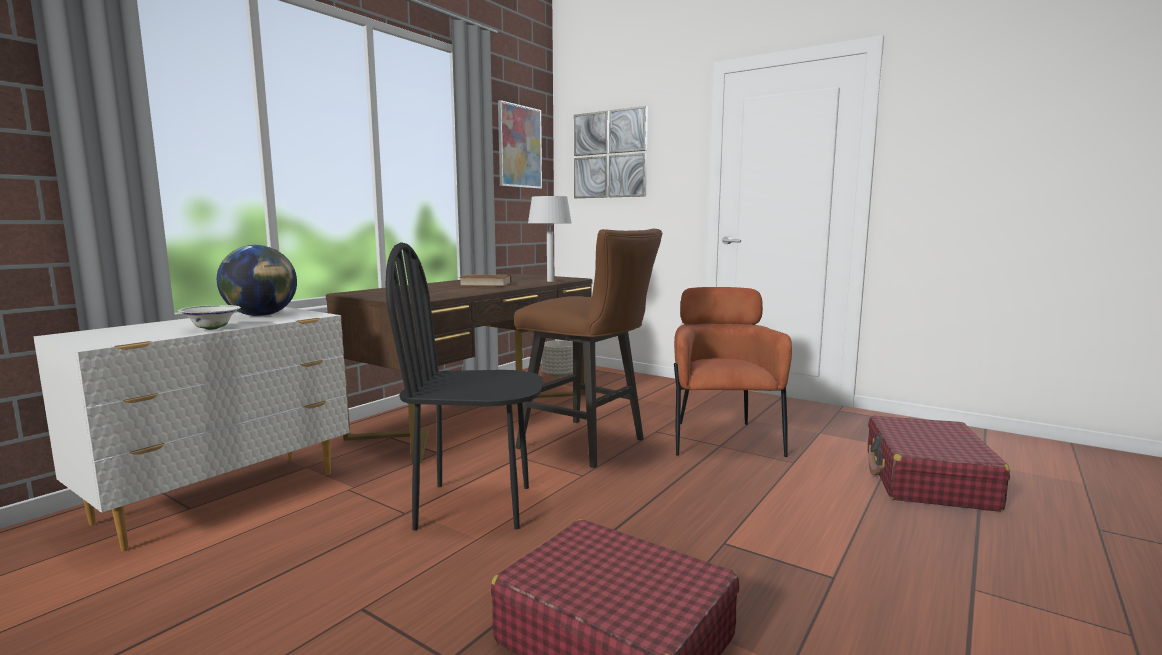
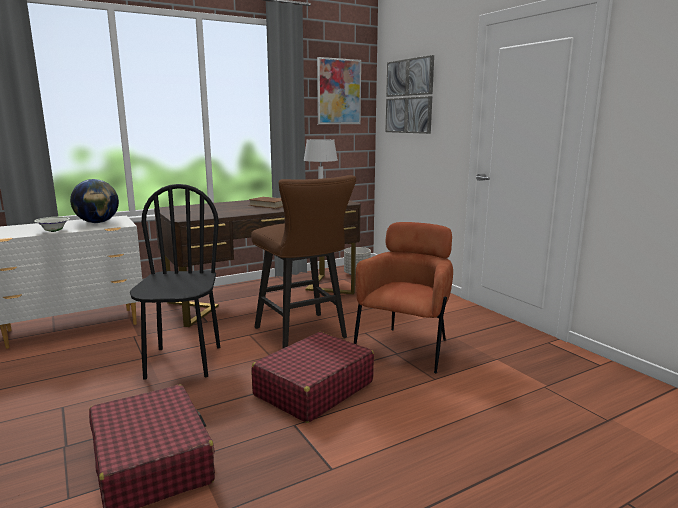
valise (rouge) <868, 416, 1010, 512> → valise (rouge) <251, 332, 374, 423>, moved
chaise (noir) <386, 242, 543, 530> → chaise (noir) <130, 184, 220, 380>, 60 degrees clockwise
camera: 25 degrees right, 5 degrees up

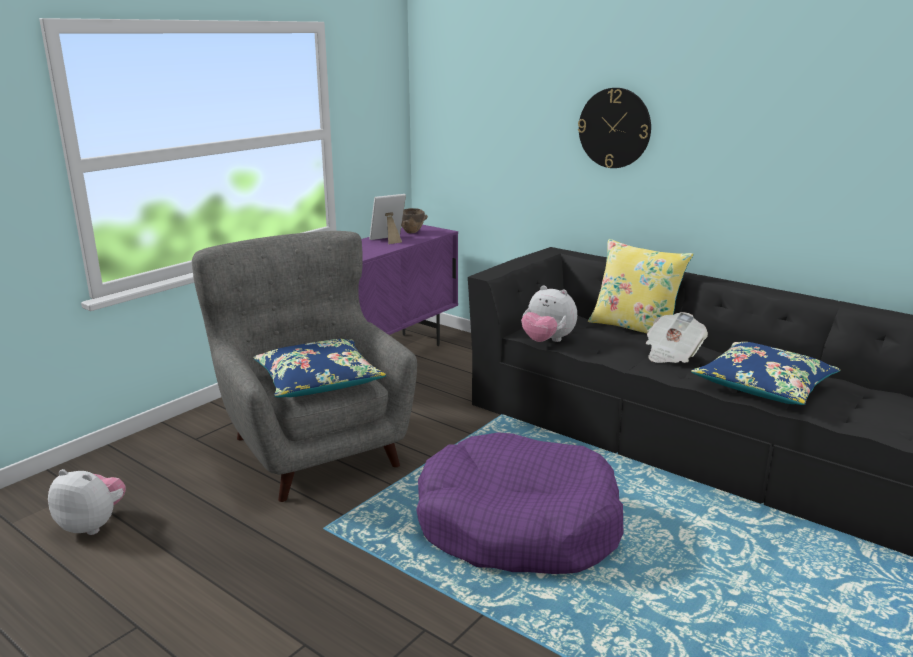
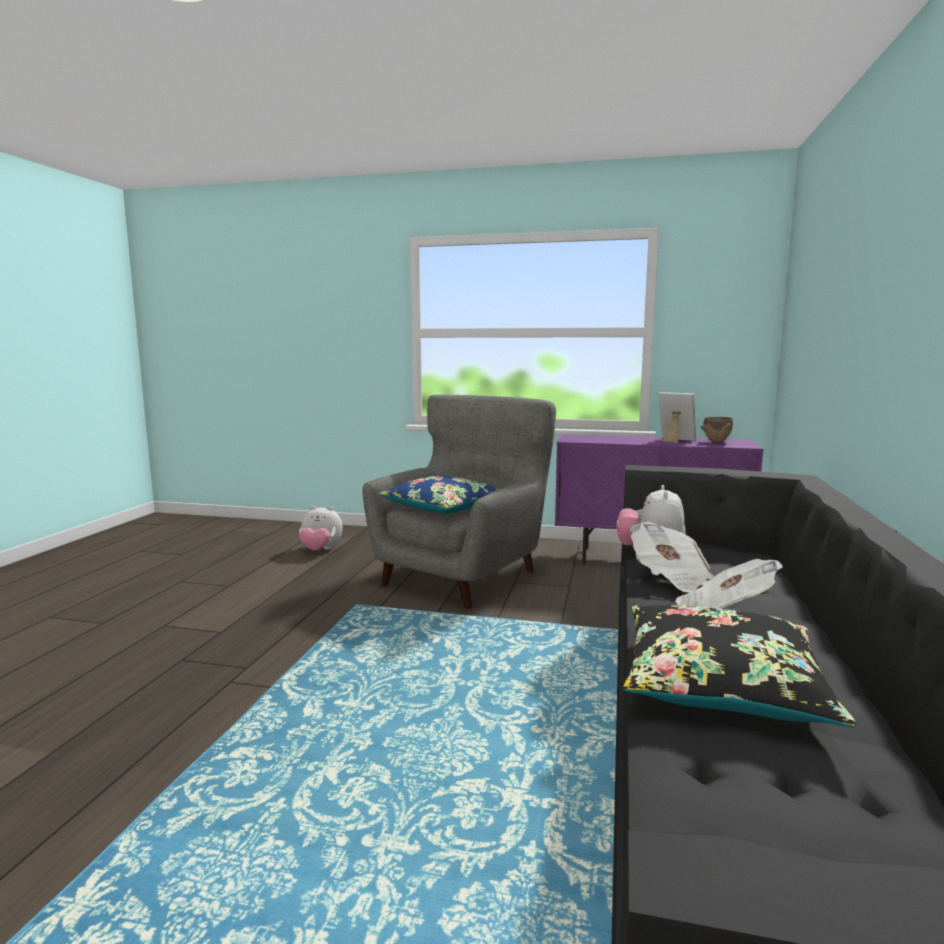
panier pour chien (violet) <416, 432, 624, 574> → -
horloge murale <578, 88, 651, 168> → -
coussin (jaune) <588, 239, 693, 333> → -
- → journal <631, 522, 714, 593>
coussin (bleu) <691, 342, 840, 405> → coussin (noir) <623, 605, 856, 727>
peluche <48, 469, 126, 535> → peluche <299, 506, 342, 550>, 105 degrees clockwise
camera: 65 degrees right, 10 degrees down

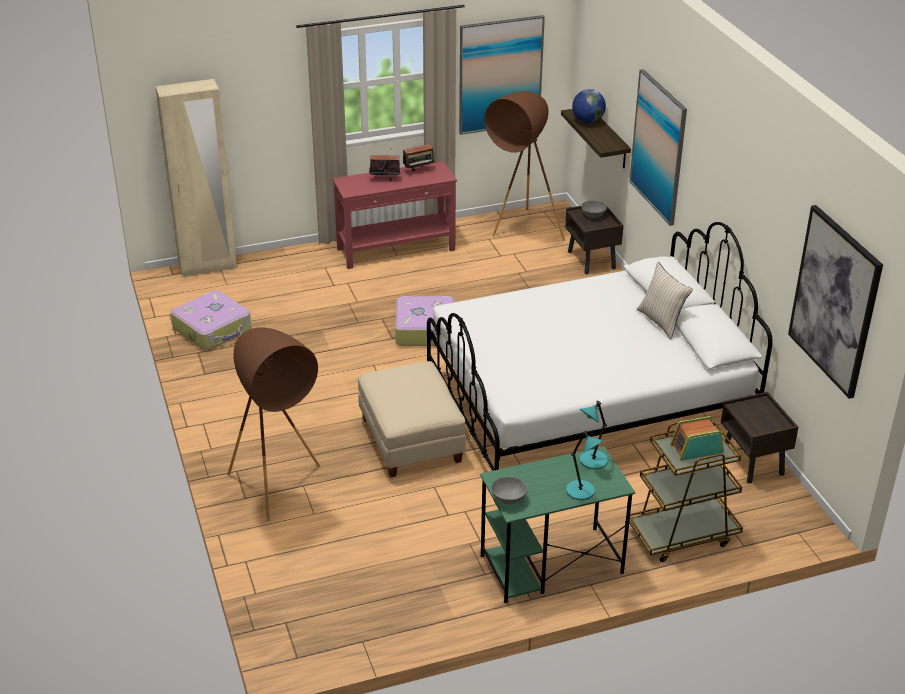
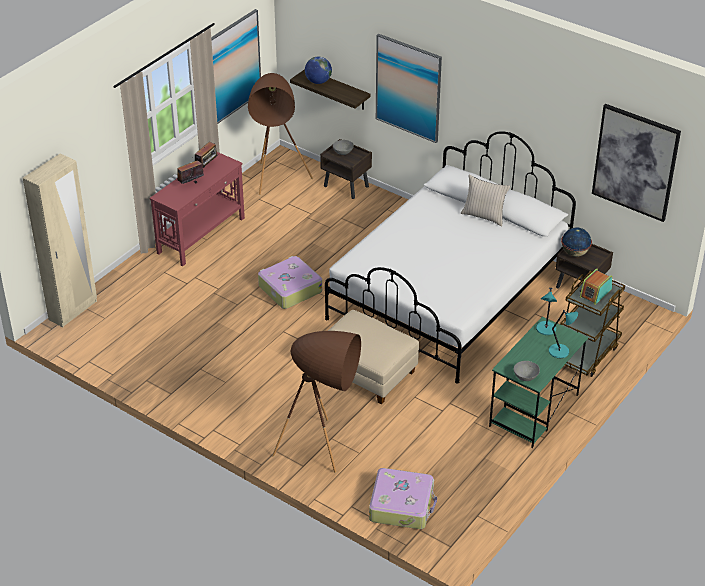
- → globe <561, 228, 592, 257>
valise <171, 290, 252, 350> → valise <369, 468, 437, 529>, moved
camera: 35 degrees left, 5 degrees up

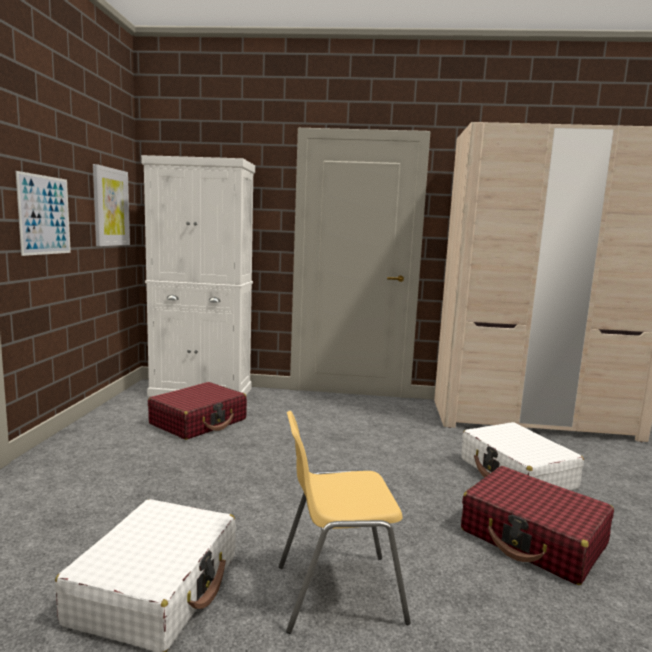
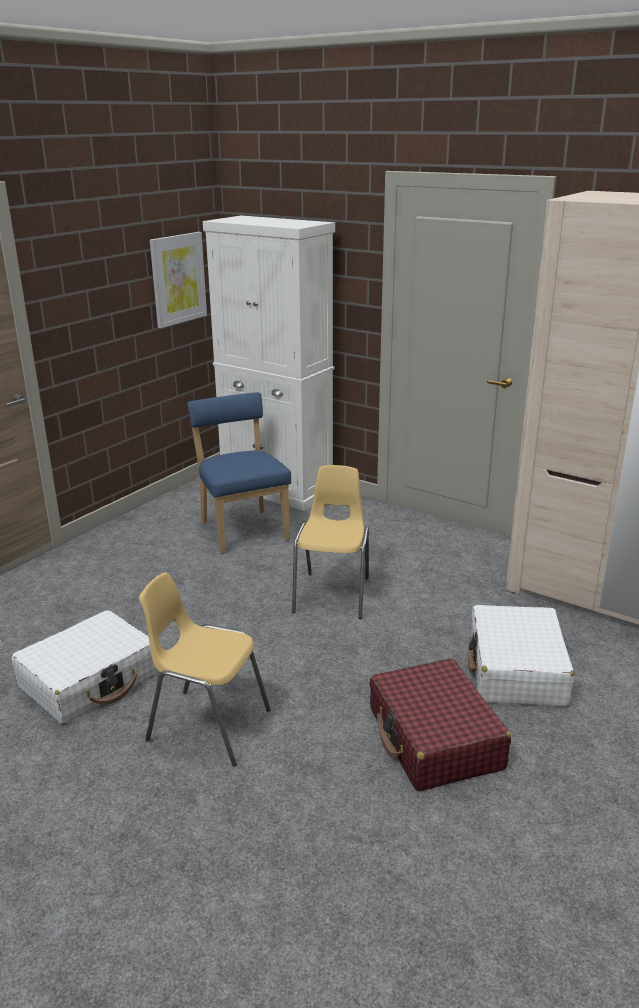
tableau <16, 171, 71, 256> → -
- → chaise (jaune) <292, 465, 369, 619>
valise (rouge) <148, 382, 247, 440> → chaise (bleu) <187, 392, 291, 554>
camera: 30 degrees right, 15 degrees up

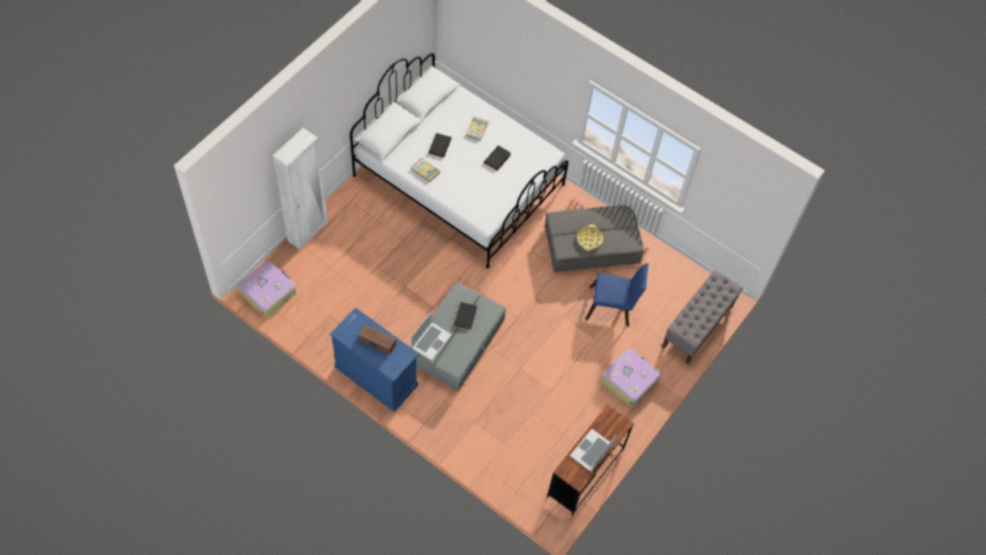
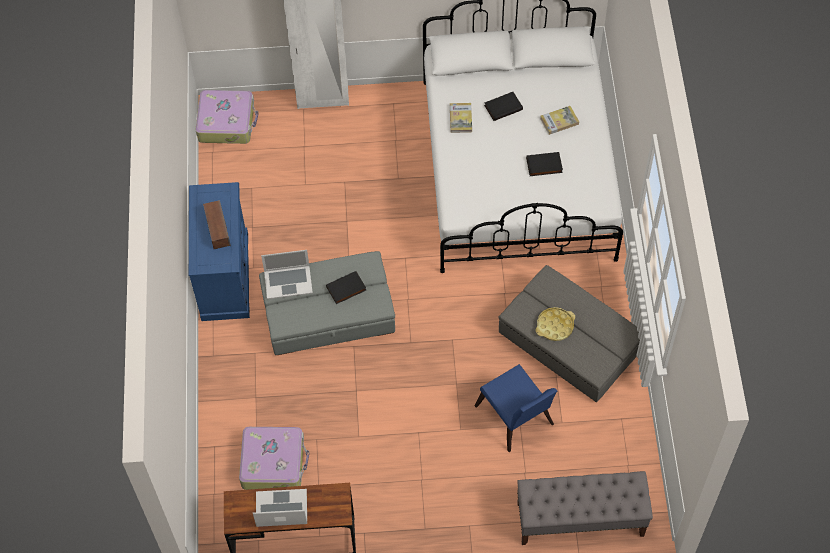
valise <601, 349, 661, 407> → valise <239, 427, 309, 490>, moved
camera: 55 degrees right, 0 degrees up

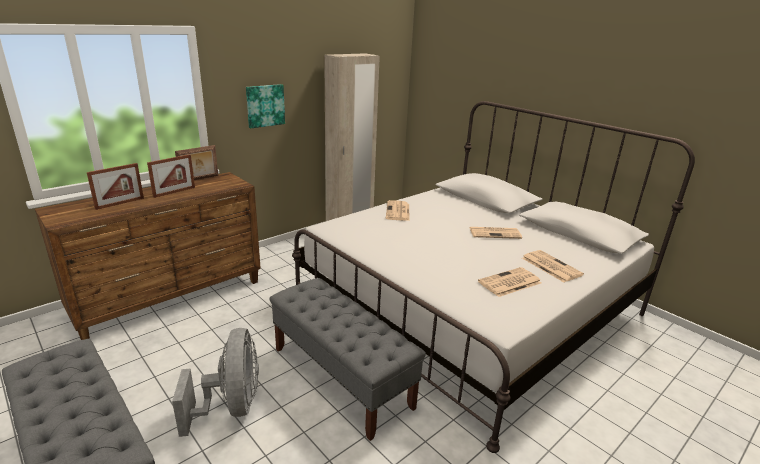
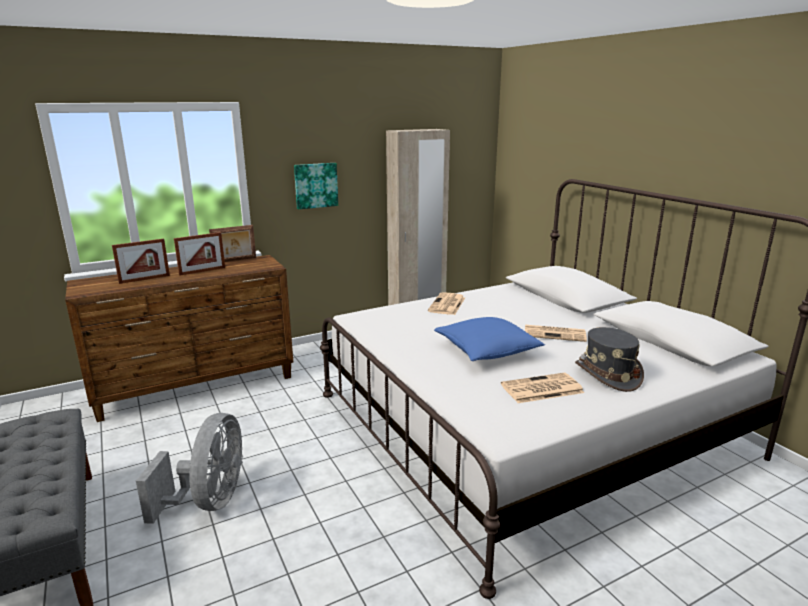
banc (gris) <270, 278, 426, 441> → -
- → coussin (bleu) <434, 317, 545, 361>
journal <522, 250, 584, 282> → chapeau (gris) <575, 327, 644, 392>
camera: 15 degrees right, 5 degrees down

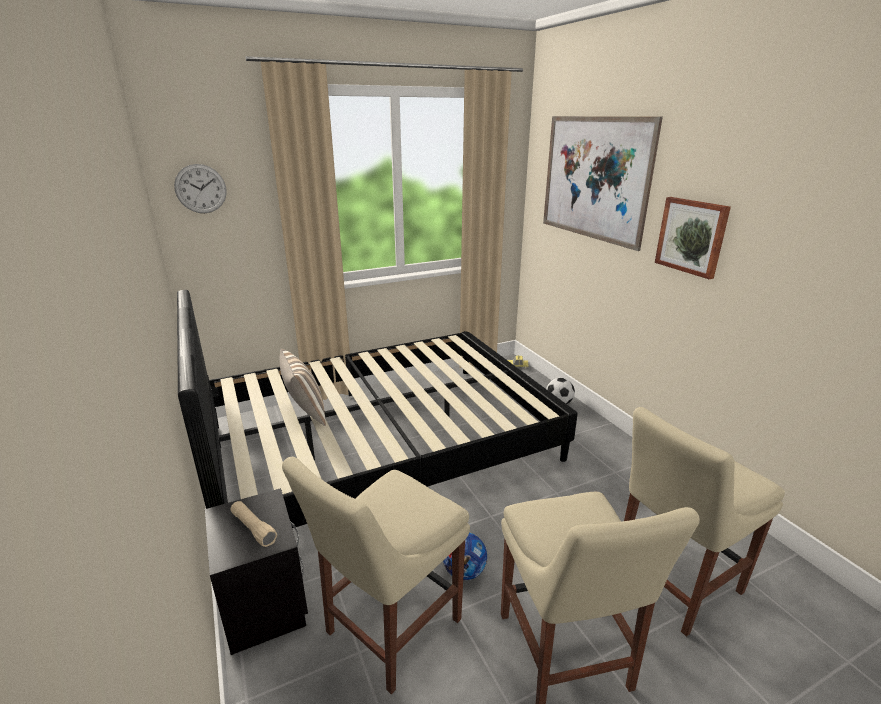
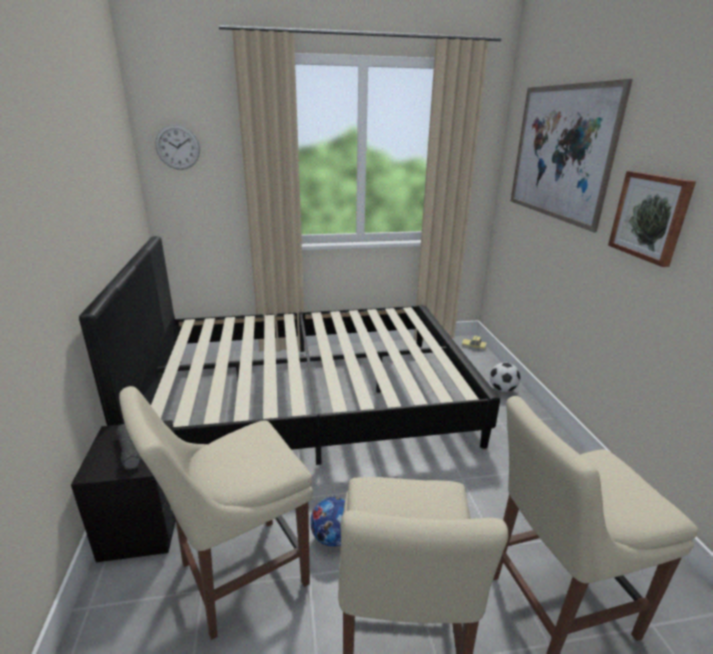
coussin <279, 349, 326, 426> → -
lampe de poche (beige) <231, 501, 277, 547> → lampe de poche (noir) <116, 424, 141, 470>
camera: 15 degrees right, 0 degrees up

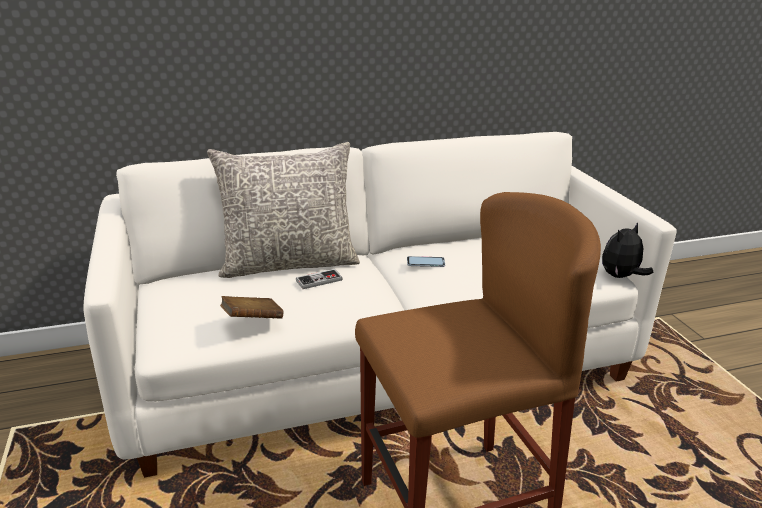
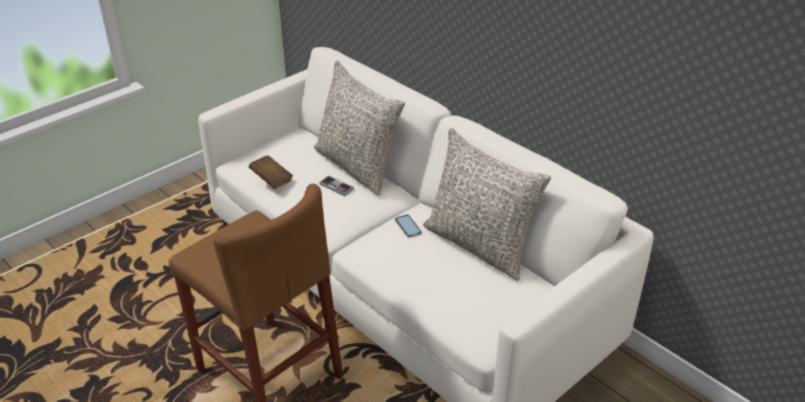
peluche <602, 222, 654, 278> → -
- → coussin (gris) <423, 128, 551, 281>
camera: 65 degrees right, 10 degrees up

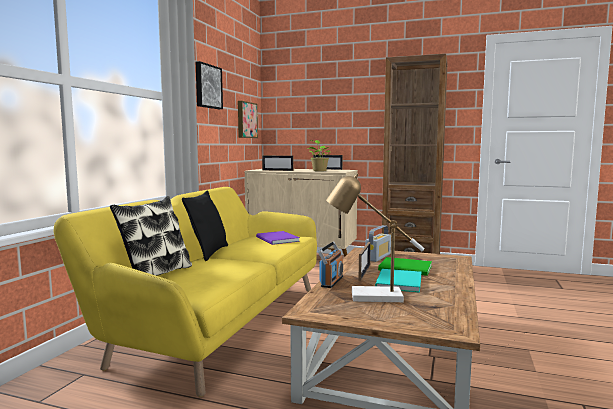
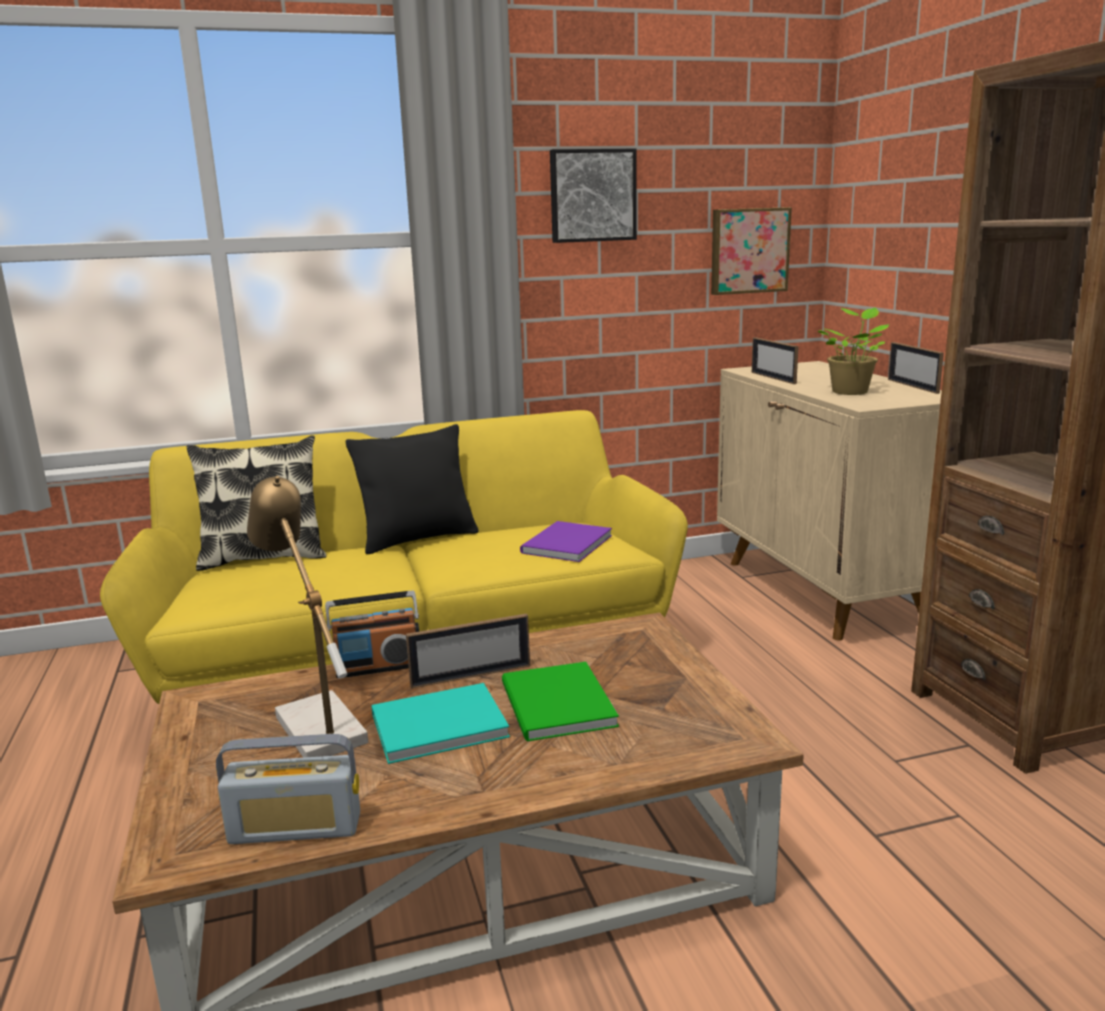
radio <365, 225, 391, 262> → radio <216, 734, 360, 844>, moved
camera: 55 degrees right, 10 degrees up

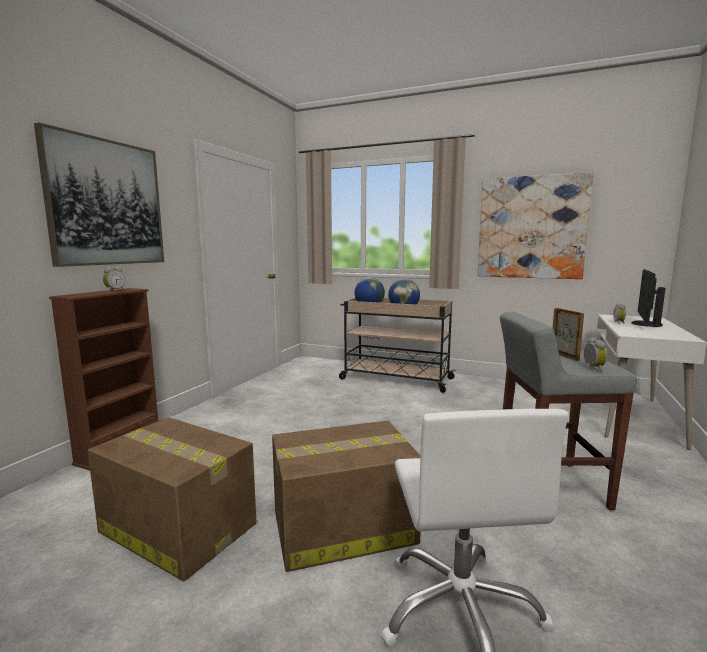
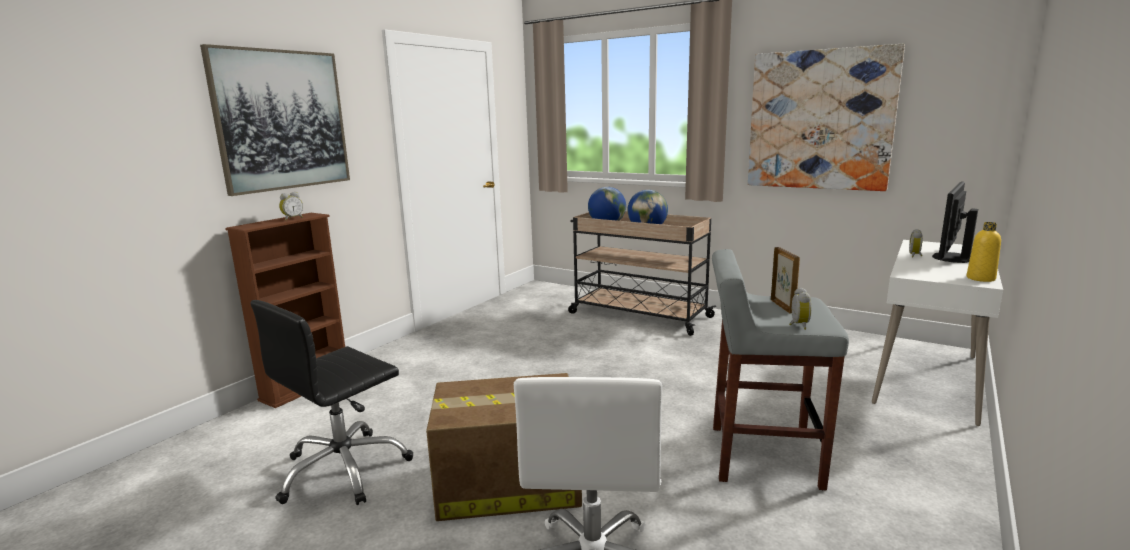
- → bouteille (jaune) <967, 222, 1001, 282>
carton <88, 417, 256, 582> → chaise de bureau (noir) <250, 300, 413, 505>
camera: 10 degrees right, 5 degrees up

